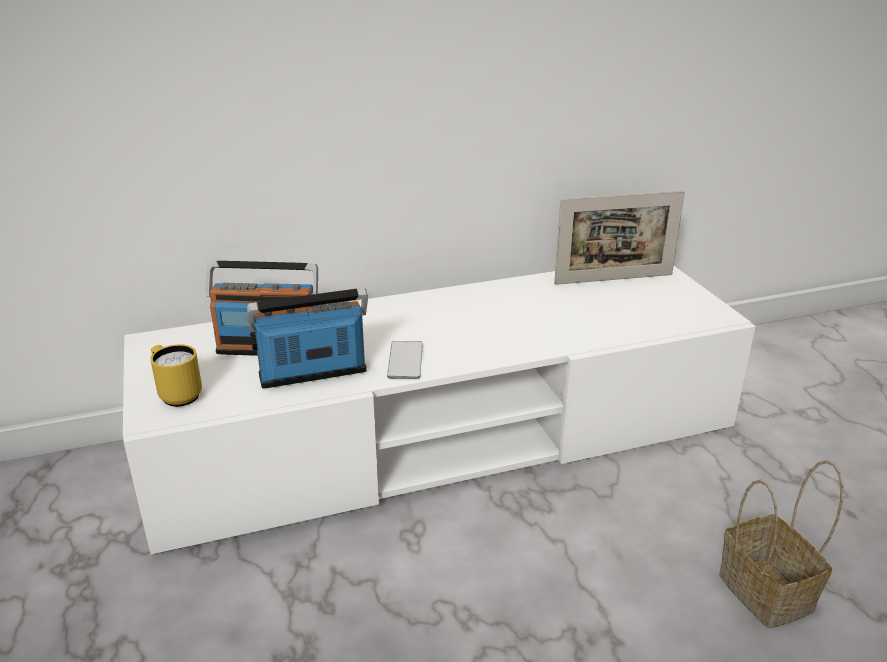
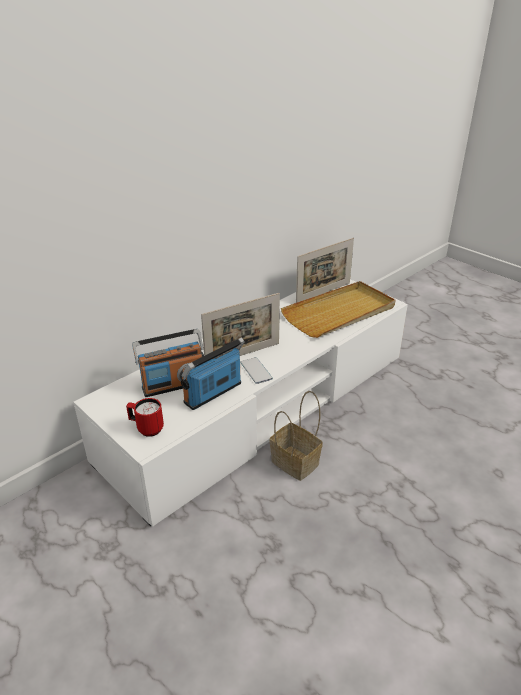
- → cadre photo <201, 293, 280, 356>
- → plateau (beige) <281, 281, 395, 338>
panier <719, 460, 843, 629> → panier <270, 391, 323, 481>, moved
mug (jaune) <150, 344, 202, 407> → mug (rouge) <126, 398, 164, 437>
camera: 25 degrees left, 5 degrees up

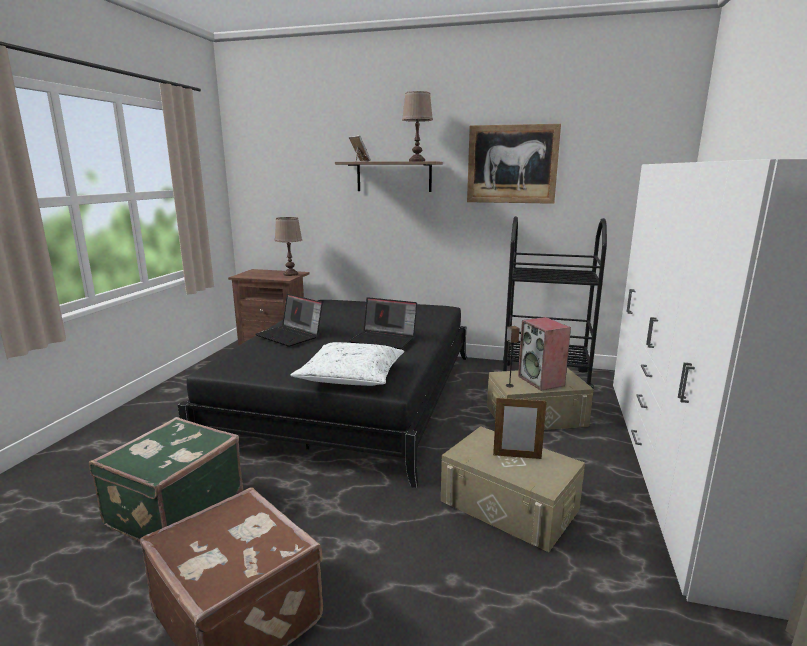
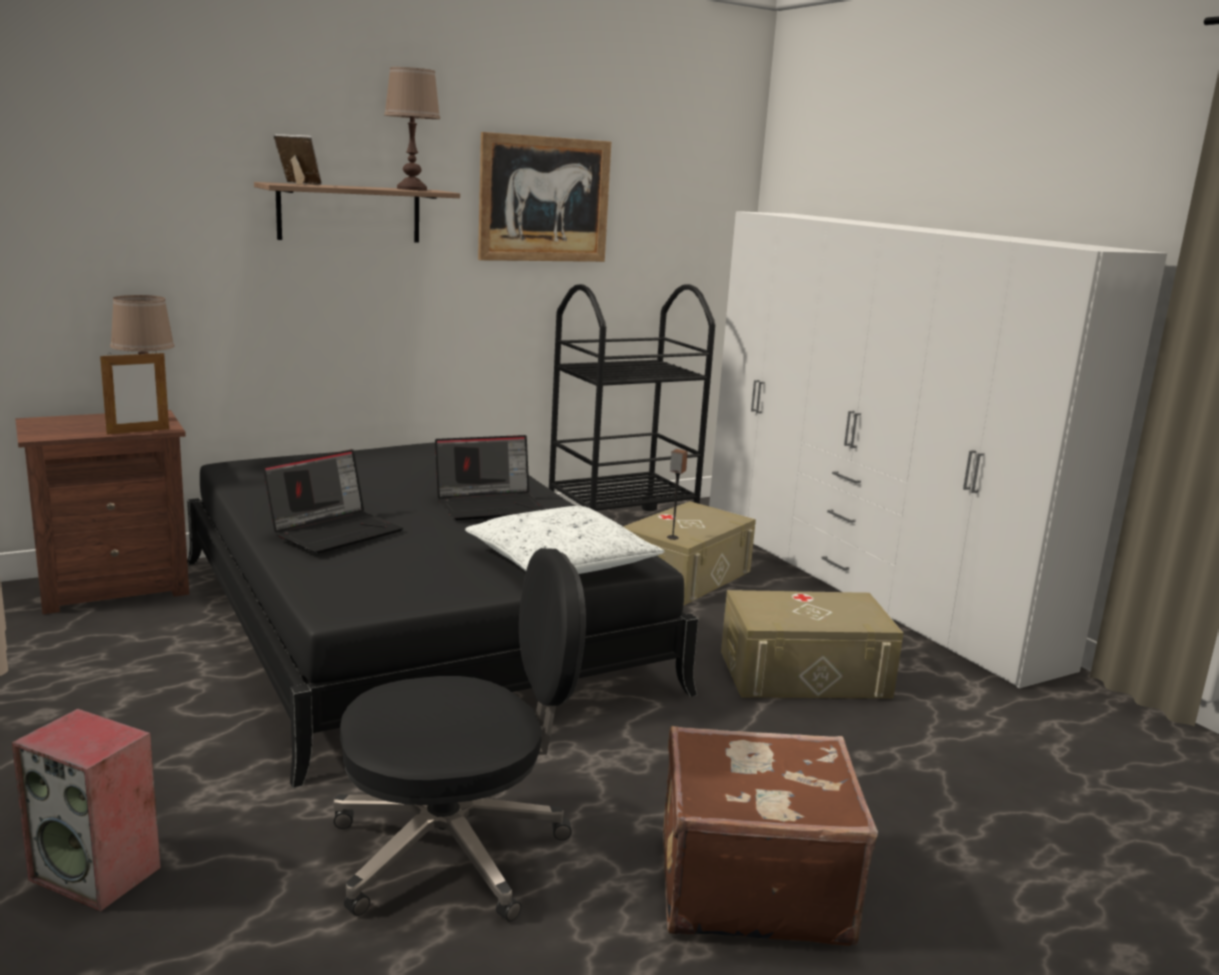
cadre photo <493, 396, 547, 459> → cadre photo <100, 353, 169, 435>, moved
enceinte <518, 317, 571, 391> → enceinte <12, 709, 161, 912>, moved
valise (vert) <89, 417, 243, 542> → chaise de bureau (noir) <333, 548, 586, 922>
ordinateur portable <255, 294, 323, 347> → ordinateur portable <263, 449, 403, 554>, 45 degrees counterclockwise
camera: 45 degrees left, 0 degrees up

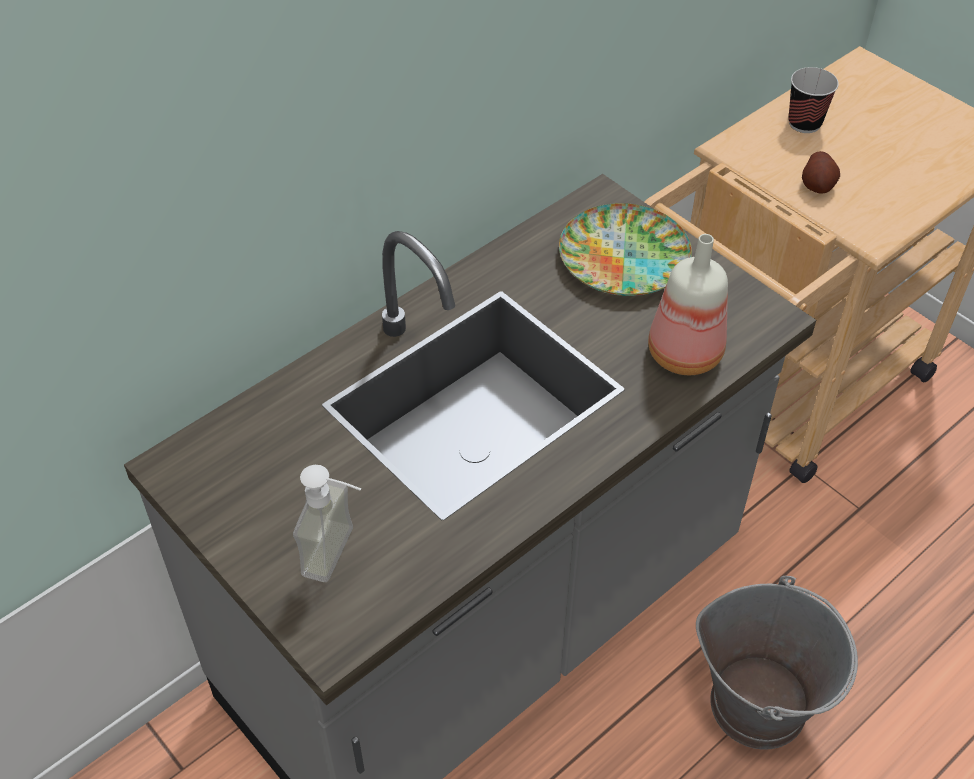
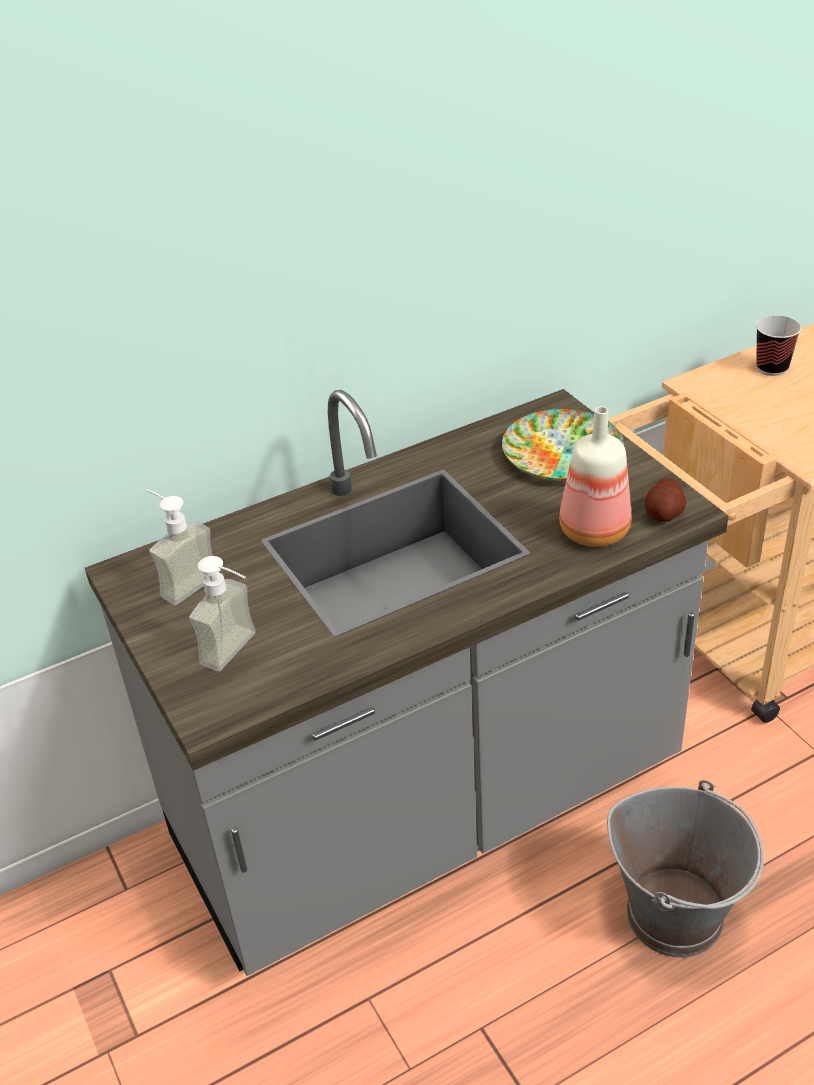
- → distributeur de savon <146, 489, 212, 605>
pomme de terre <802, 151, 840, 194> → pomme de terre <645, 478, 687, 522>, moved
camera: 15 degrees right, 10 degrees down

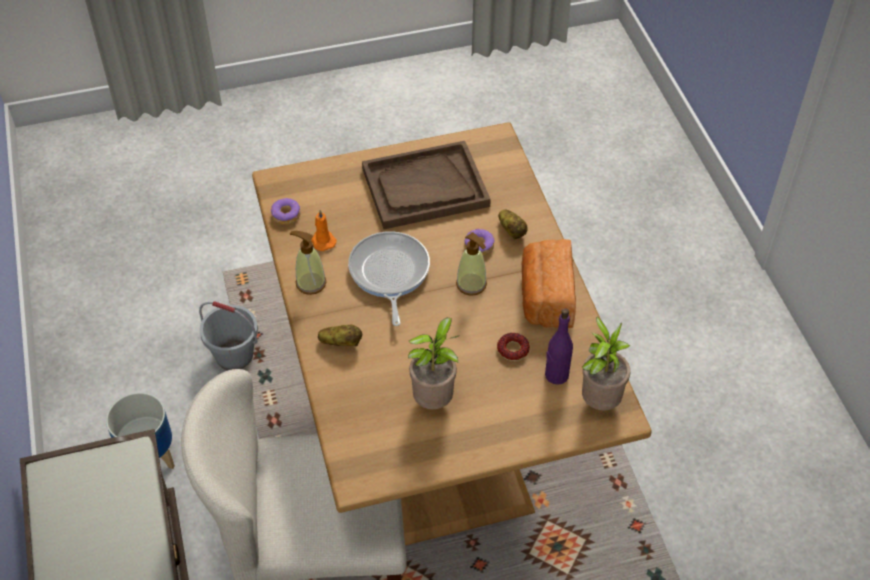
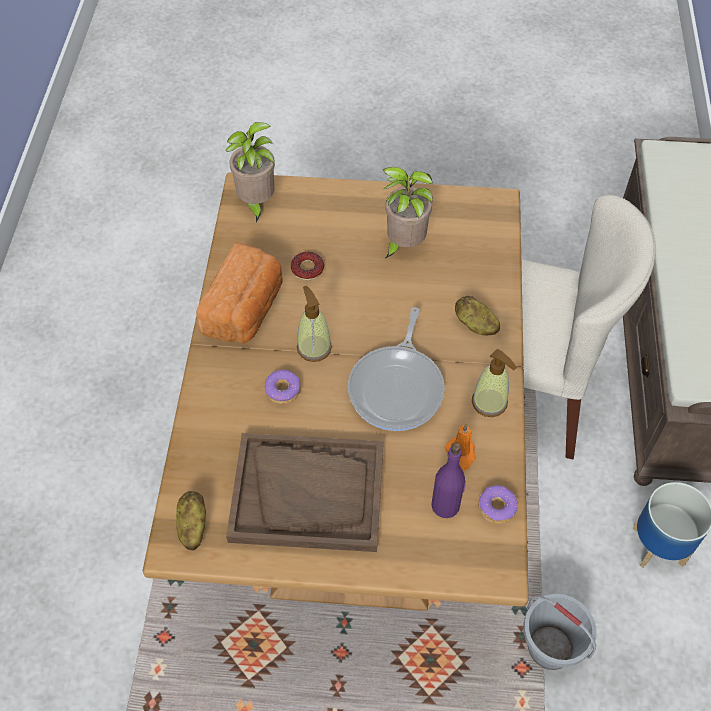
pomme de terre <498, 210, 528, 240> → pomme de terre <176, 491, 206, 550>, moved
bouteille (violet) <545, 308, 573, 385> → bouteille (violet) <431, 442, 466, 518>, moved
camera: 160 degrees left, 5 degrees up

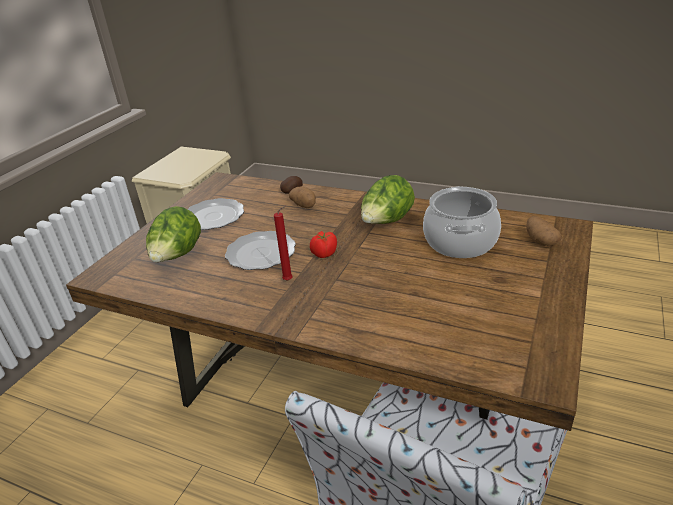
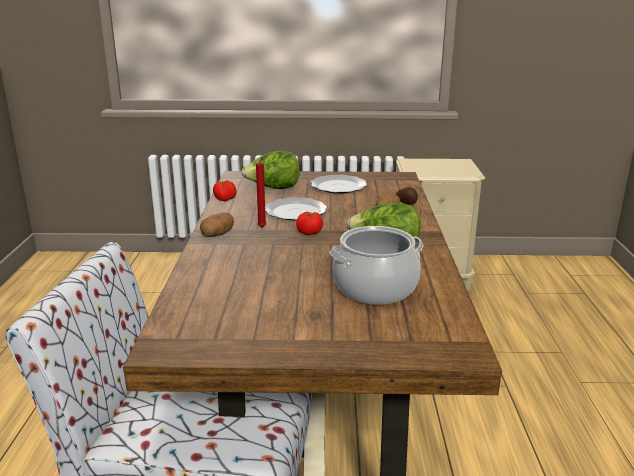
- → tomate <213, 180, 236, 202>
pomme de terre <526, 216, 561, 246> → pomme de terre <200, 212, 234, 237>, moved
camera: 65 degrees right, 10 degrees down

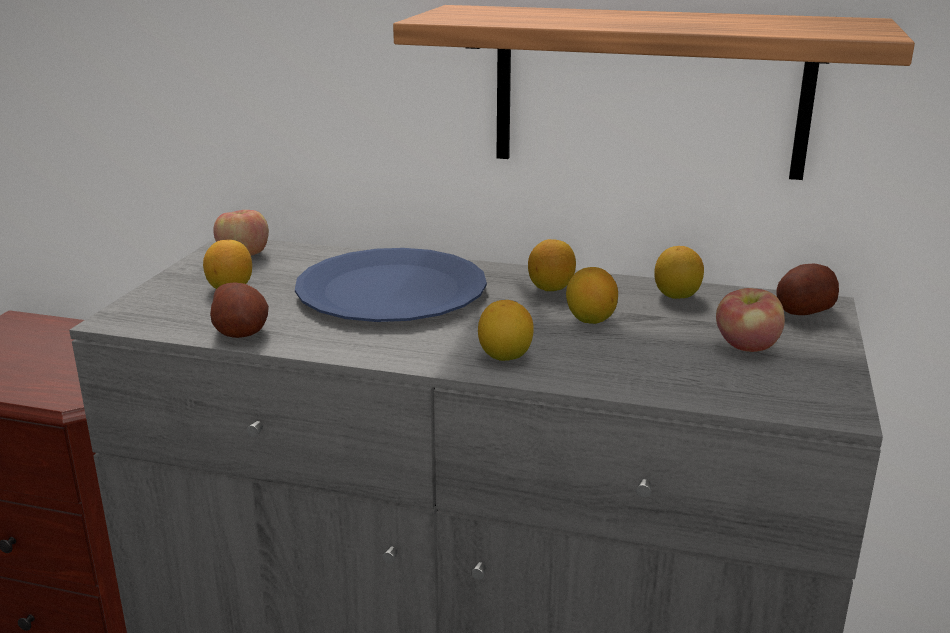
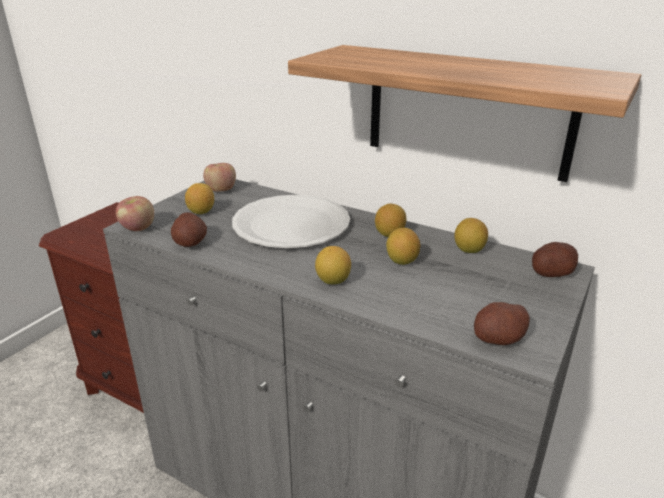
- → pomme de terre <474, 302, 530, 345>
pomme <716, 288, 785, 352> → pomme <116, 196, 154, 231>, moved
assiette (bleu) <295, 248, 487, 322> → assiette (blanc) <232, 195, 350, 248>
camera: 15 degrees right, 5 degrees up

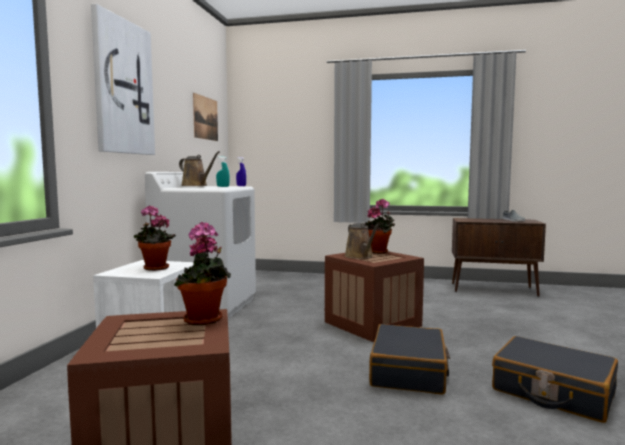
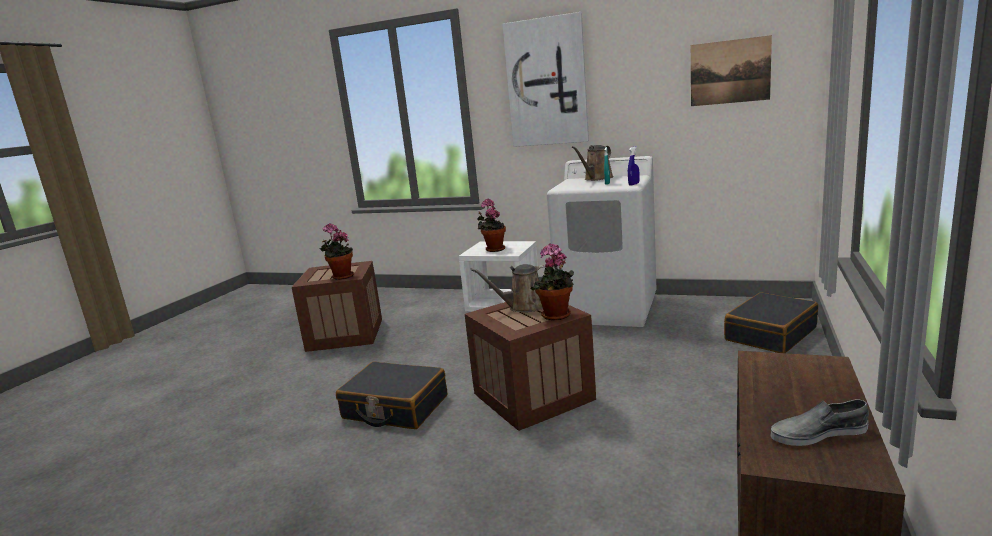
valise (noir) <492, 336, 618, 423> → valise (noir) <724, 292, 818, 353>, moved
camera: 100 degrees right, 10 degrees up

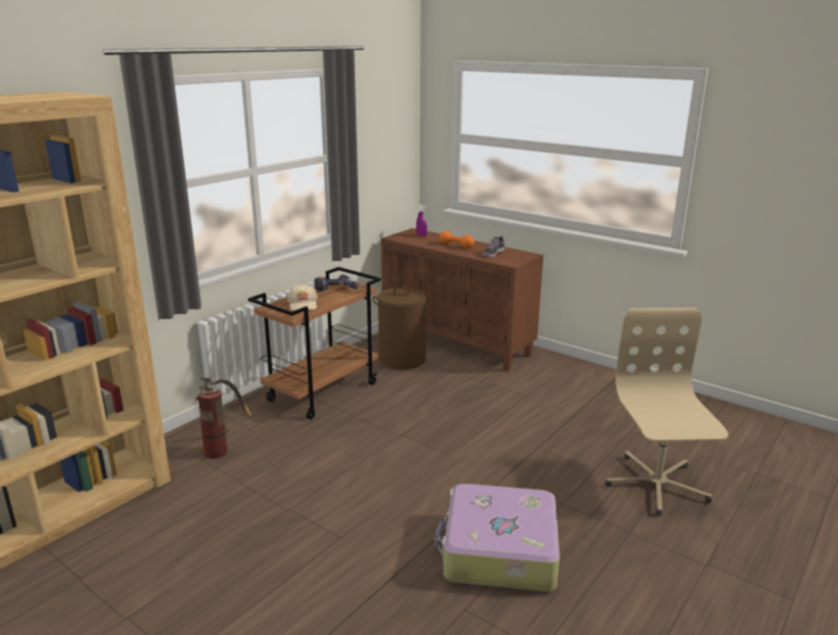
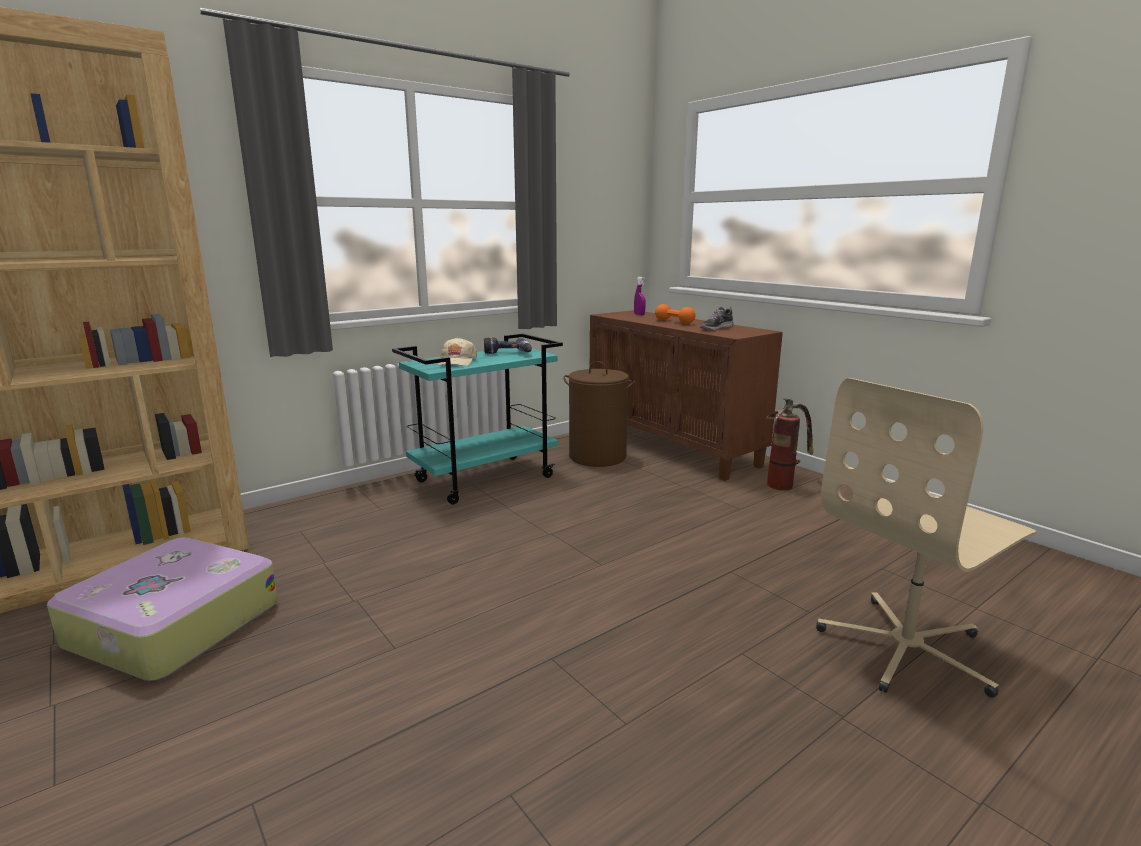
extincteur <195, 376, 251, 459> → extincteur <766, 398, 813, 491>, moved
valise <434, 484, 560, 592> → valise <47, 537, 278, 681>, moved
chariot (marron) <248, 267, 381, 419> → chariot (turquoise) <392, 333, 563, 505>
chaise de bureau (beige) <605, 308, 728, 516> → chaise de bureau (beige) <816, 378, 1037, 698>, 135 degrees counterclockwise
camera: 15 degrees right, 5 degrees down

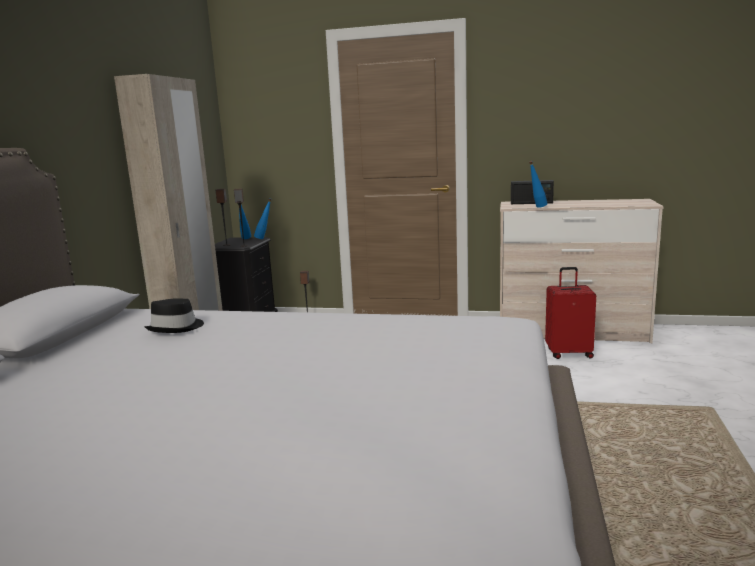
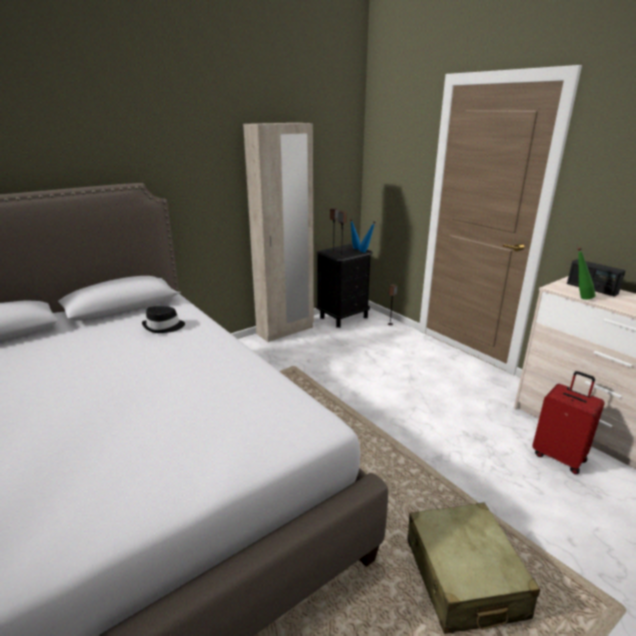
- → valise (beige) <407, 502, 540, 634>
bouteille (bleu) <529, 161, 548, 208> → bouteille (vert) <577, 247, 596, 300>
camera: 40 degrees right, 10 degrees up

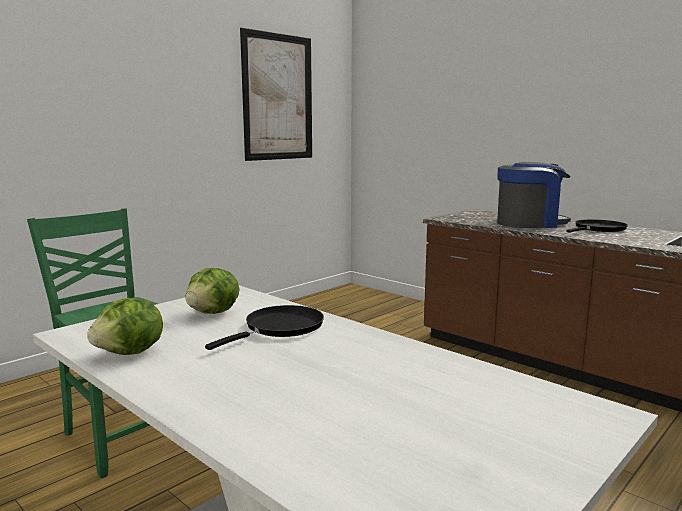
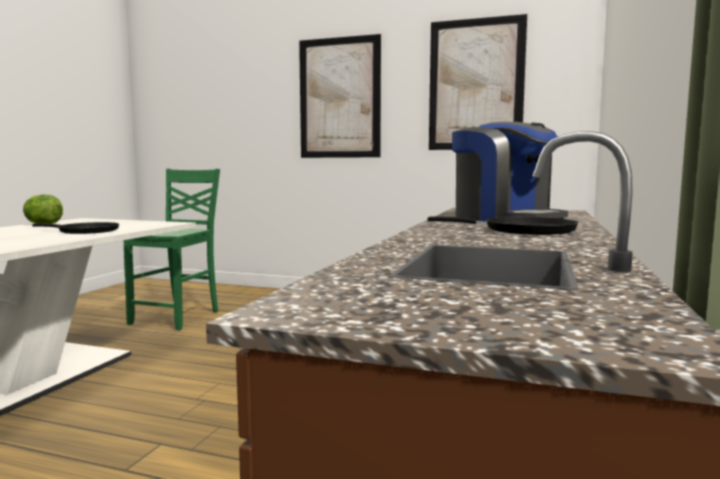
laitue <185, 268, 240, 314> → -
- → tableau <299, 34, 381, 158>
camera: 65 degrees right, 5 degrees down

